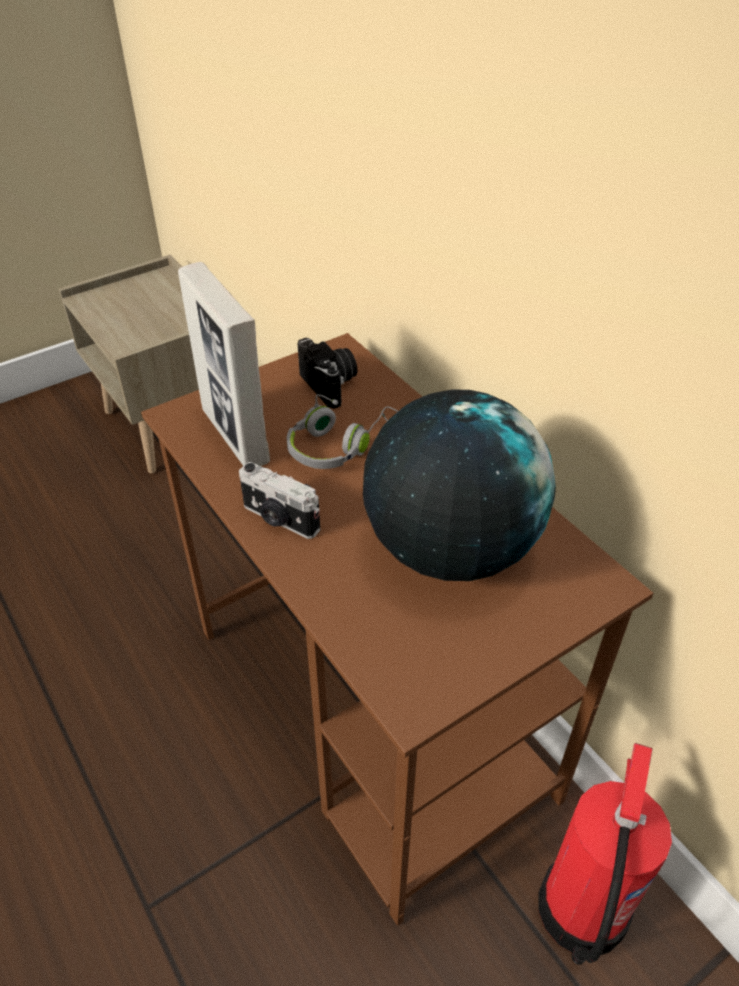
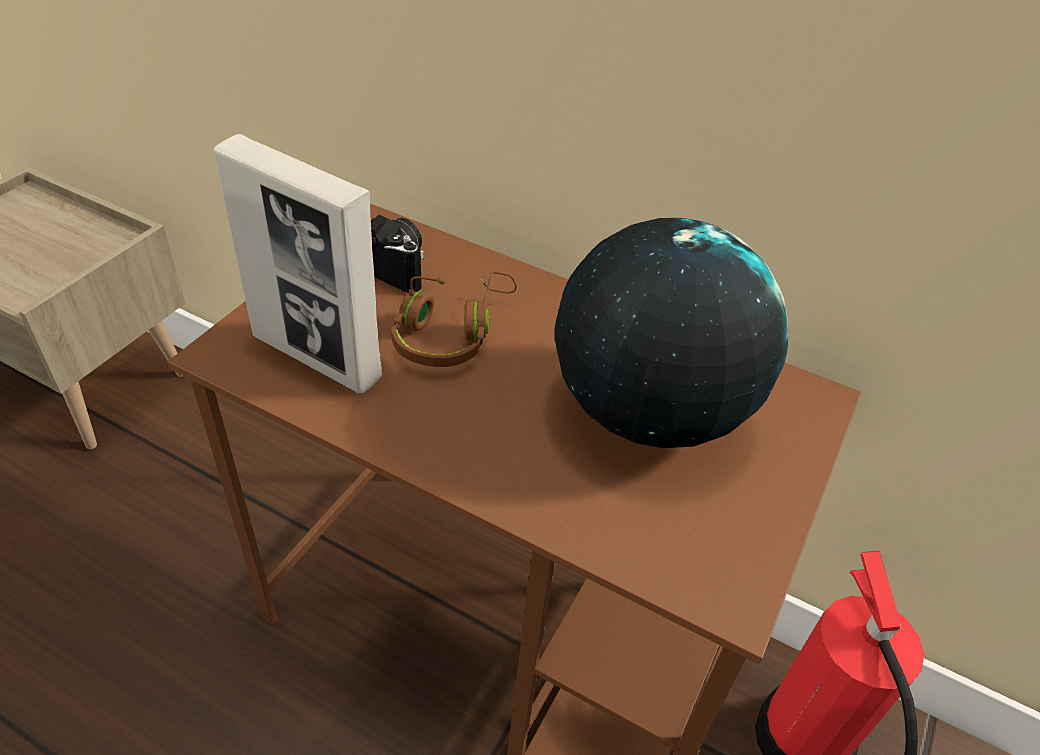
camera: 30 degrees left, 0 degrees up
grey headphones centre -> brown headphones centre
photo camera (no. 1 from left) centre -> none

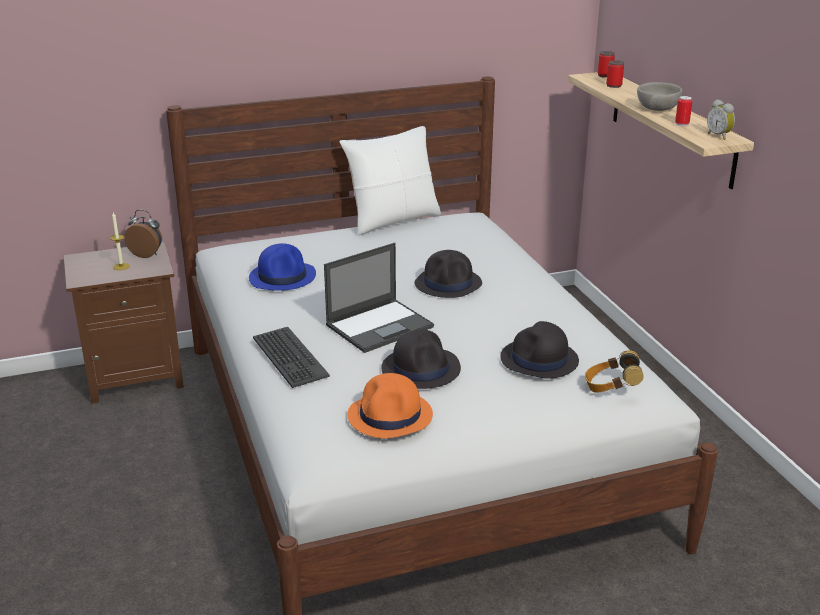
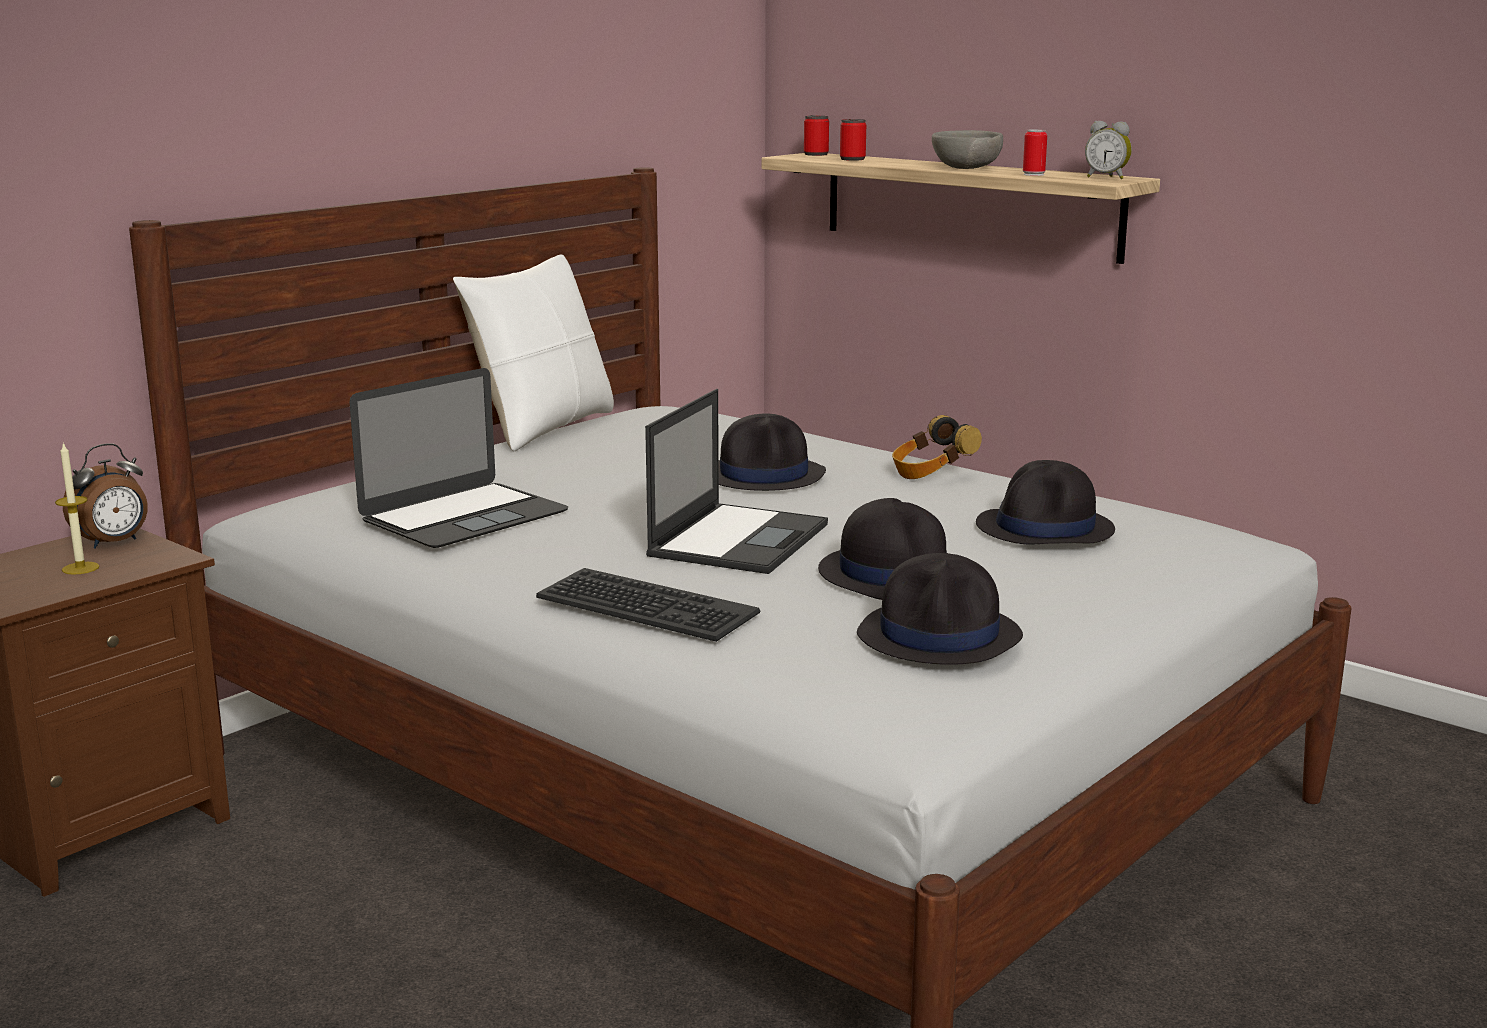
camera: 30 degrees left, 10 degrees down
alarm clock (no. 1 from left) middle left, 150 degrees clockwise
blue hat centre -> laptop (no. 1 from left) middle left
headphones middle right -> headphones centre, shifted
orange hat centre -> black hat (no. 3 from left) centre

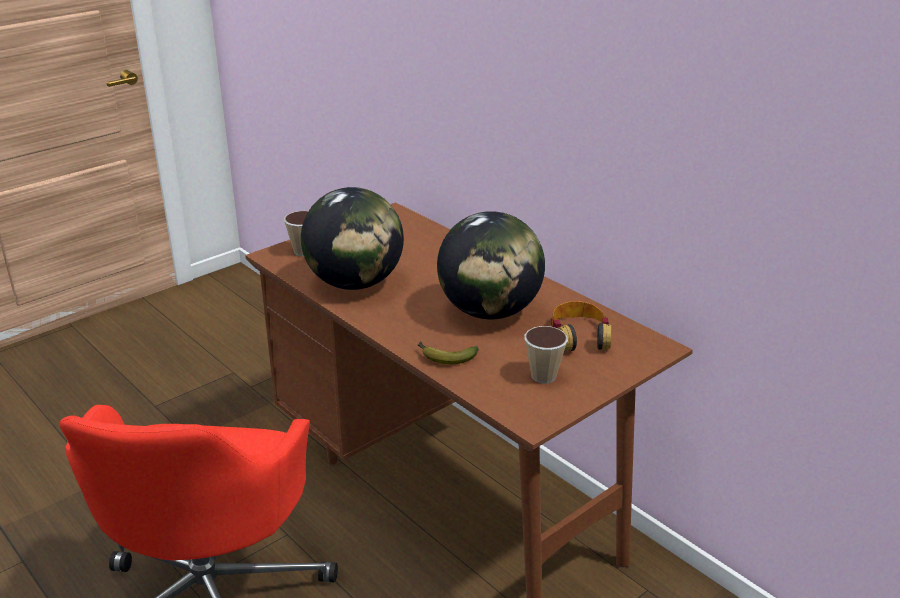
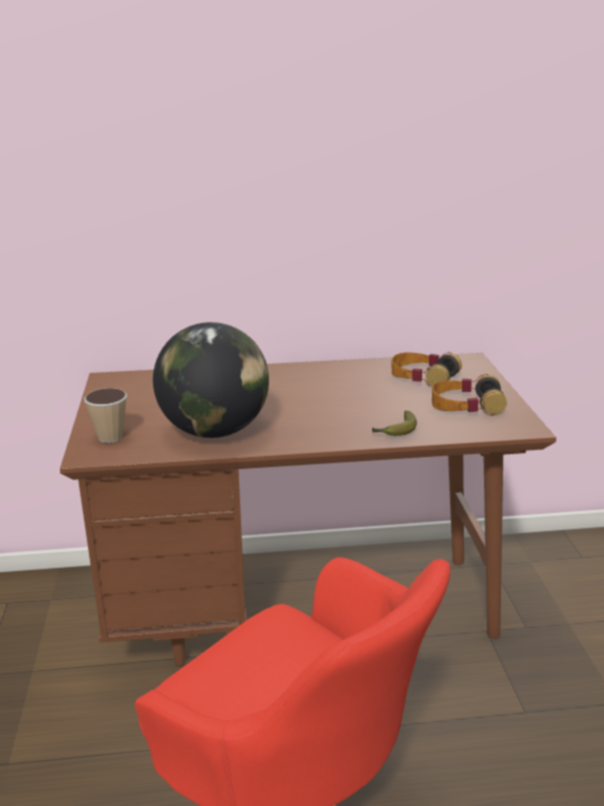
camera: 55 degrees left, 5 degrees down
globe (no. 2 from left) centre -> none
cup (no. 2 from left) centre -> headphones (no. 2 from left) middle right

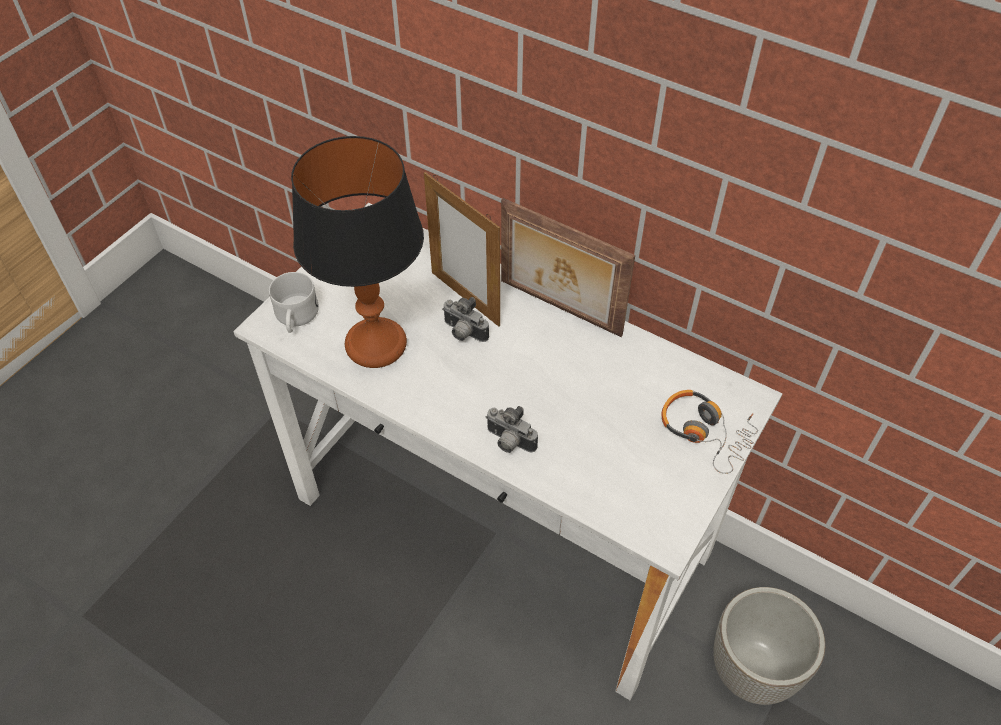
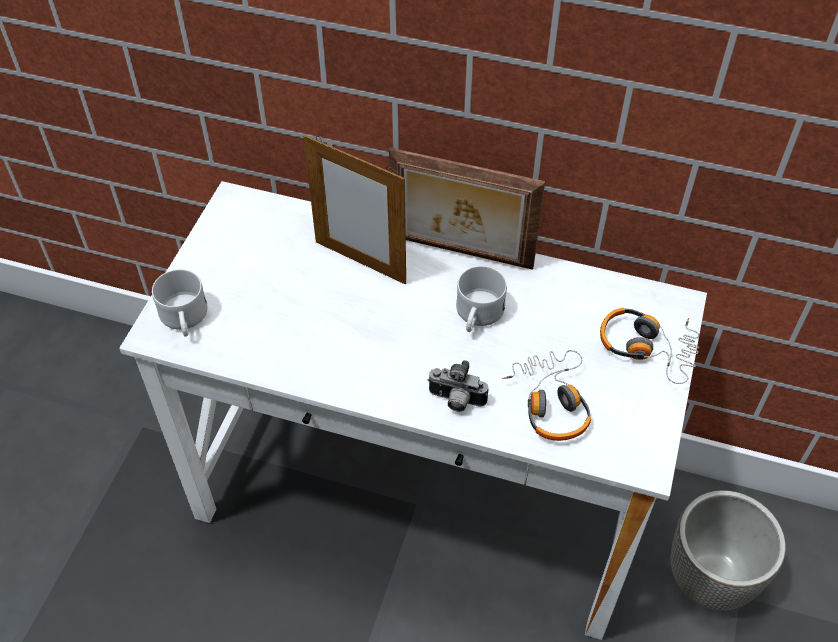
camera: 15 degrees left, 0 degrees up
table lamp centre -> none
photo camera (no. 1 from left) centre -> none
none -> white mug (no. 2 from left) centre
none -> headphones (no. 1 from left) centre

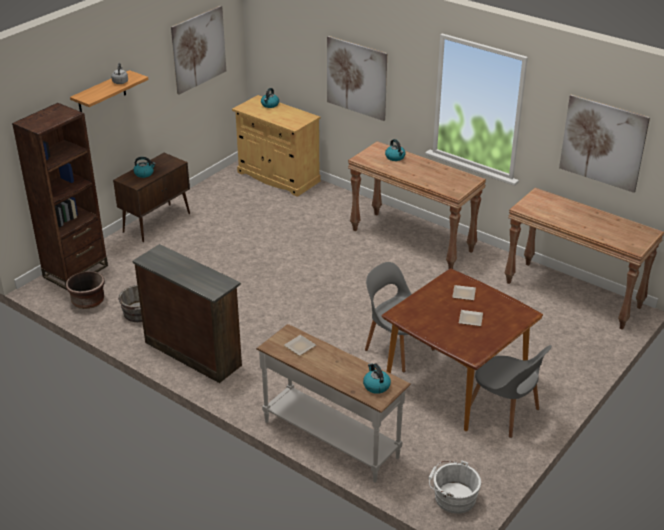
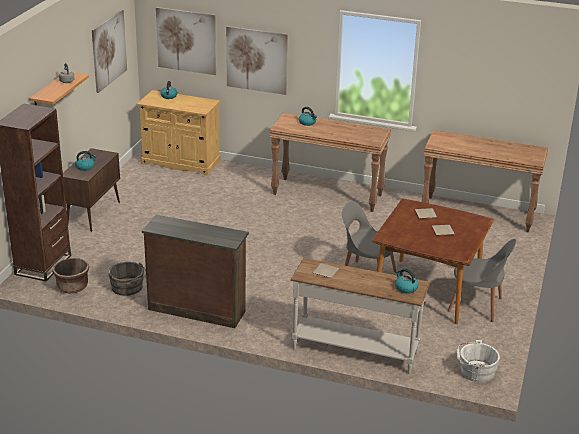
camera: 20 degrees left, 5 degrees down
picture (no. 3 from left in the first image) top right -> picture (no. 2 from left) top left, shifted

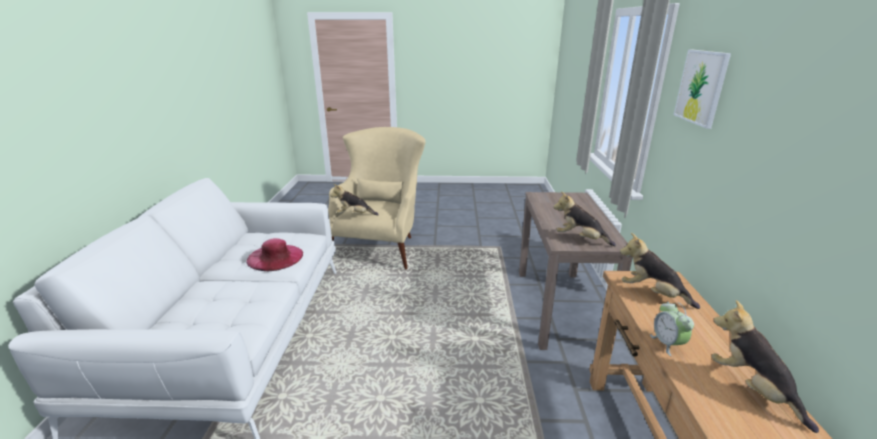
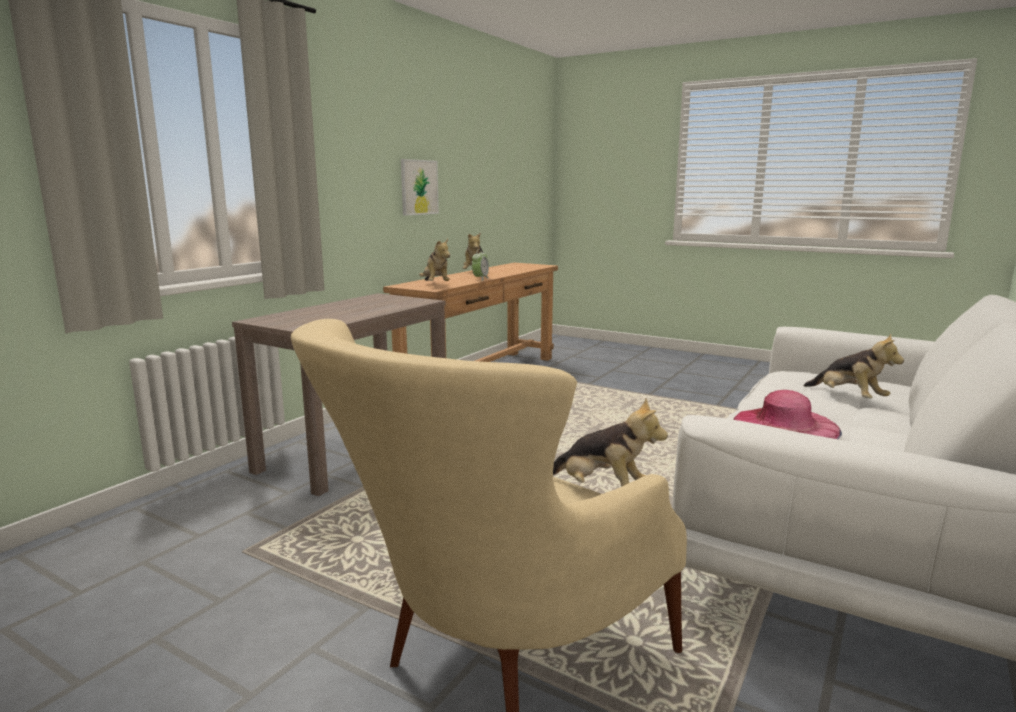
camera: 150 degrees left, 10 degrees down
picture top right -> picture top centre, shifted
plush toy (no. 2 from left in the first image) centre -> plush toy (no. 4 from left) middle right, shifted

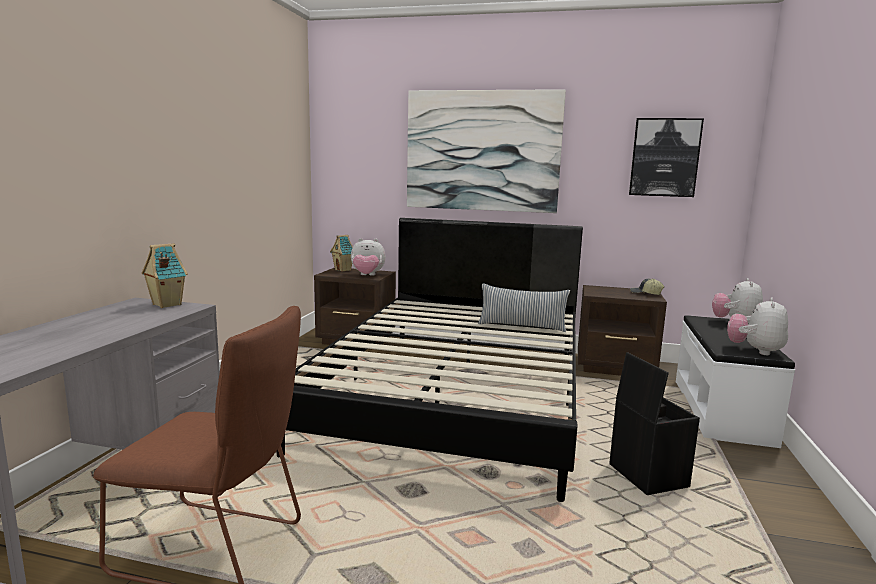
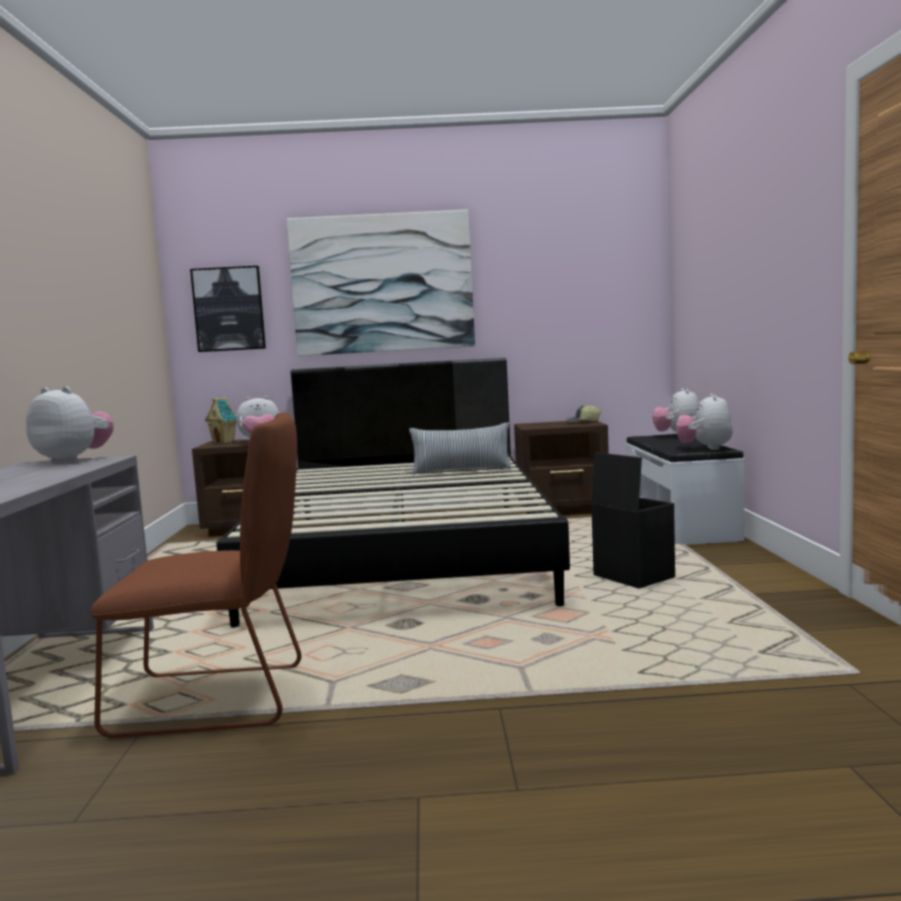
camera: 15 degrees left, 5 degrees down
picture (no. 2 from left in the first image) top right -> picture (no. 1 from left) middle left, shifted
toy house (no. 1 from left) middle left -> plush toy (no. 1 from left) middle left

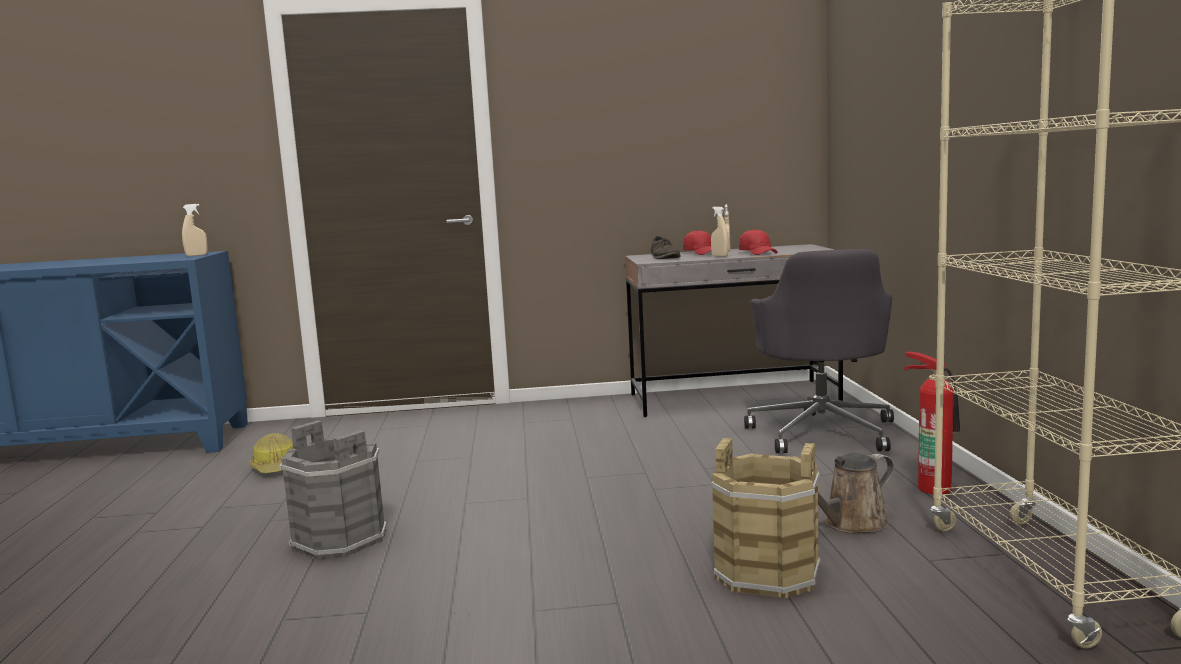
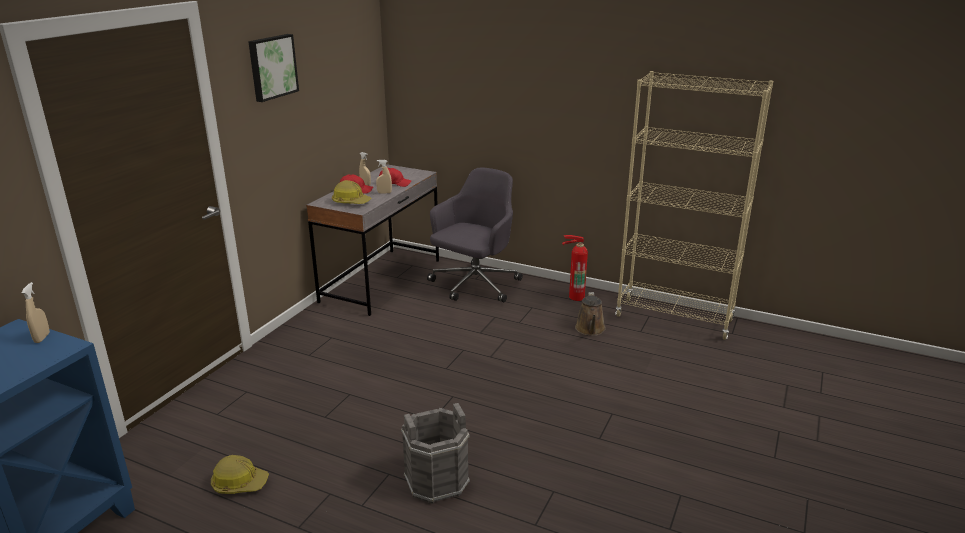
camera: 60 degrees left, 15 degrees up
brown shoe centre -> hard hat (no. 2 from left) centre
grey office chair middle right -> grey office chair centre, 90 degrees counterclockwise
brown bucket bottom centre -> none
none -> picture top left

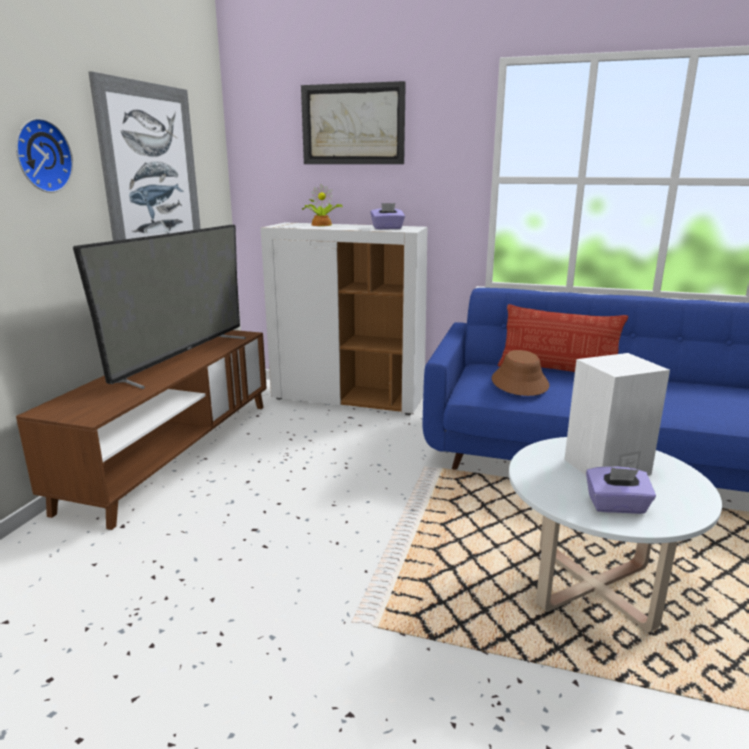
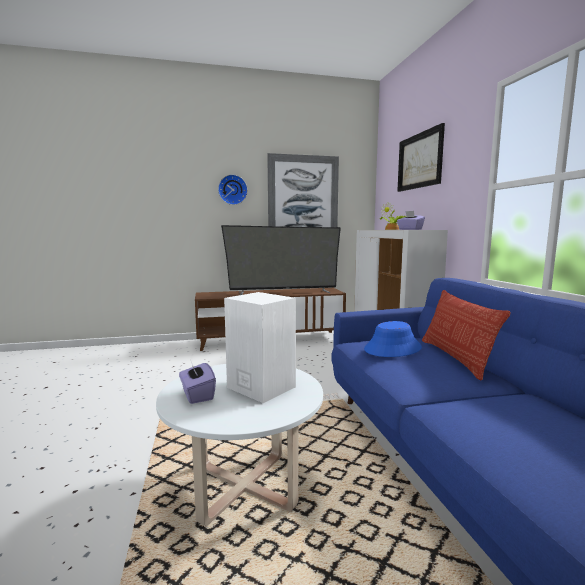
camera: 60 degrees right, 10 degrees down
brown hat middle right -> blue hat middle right

